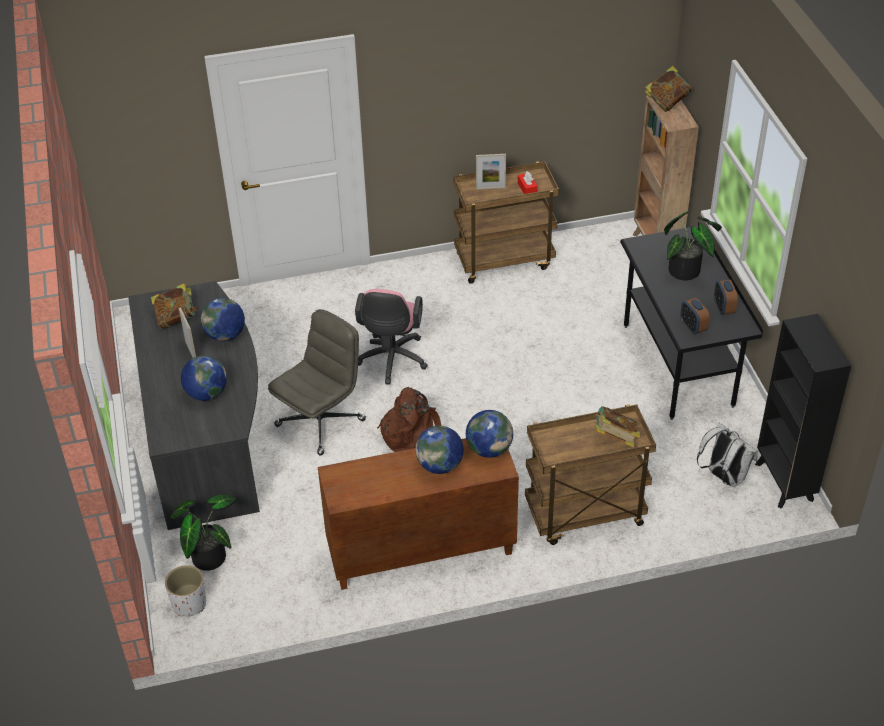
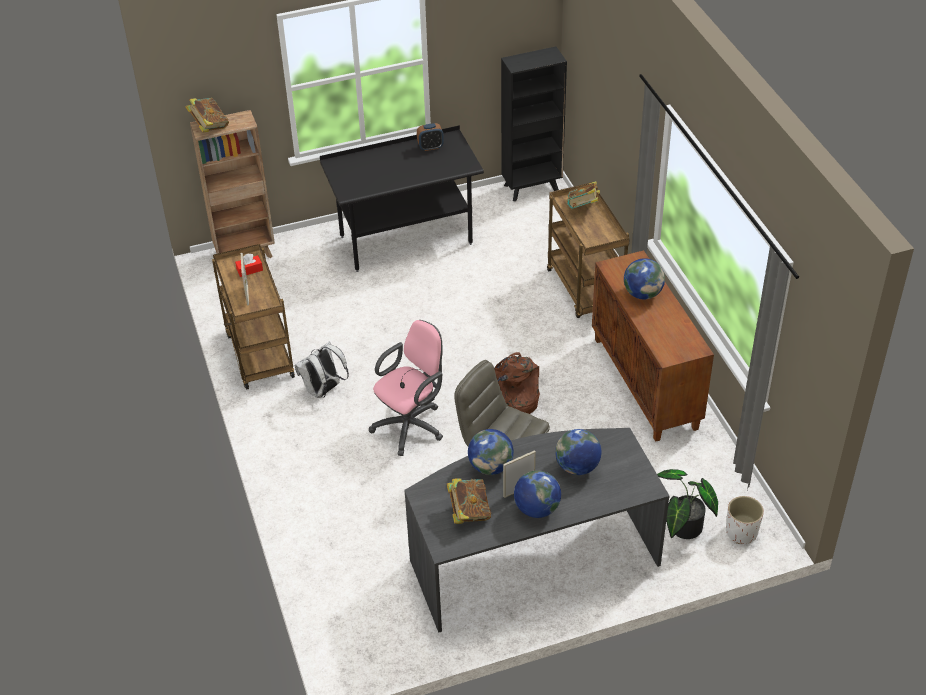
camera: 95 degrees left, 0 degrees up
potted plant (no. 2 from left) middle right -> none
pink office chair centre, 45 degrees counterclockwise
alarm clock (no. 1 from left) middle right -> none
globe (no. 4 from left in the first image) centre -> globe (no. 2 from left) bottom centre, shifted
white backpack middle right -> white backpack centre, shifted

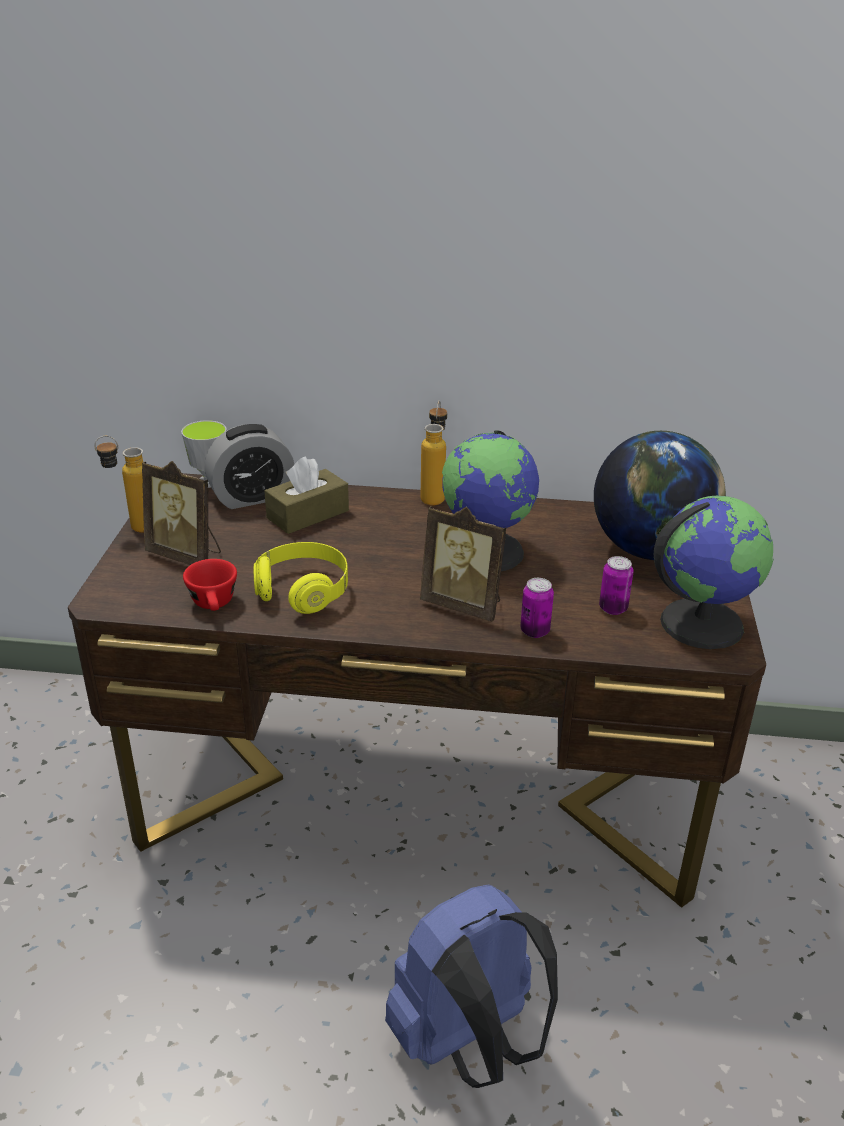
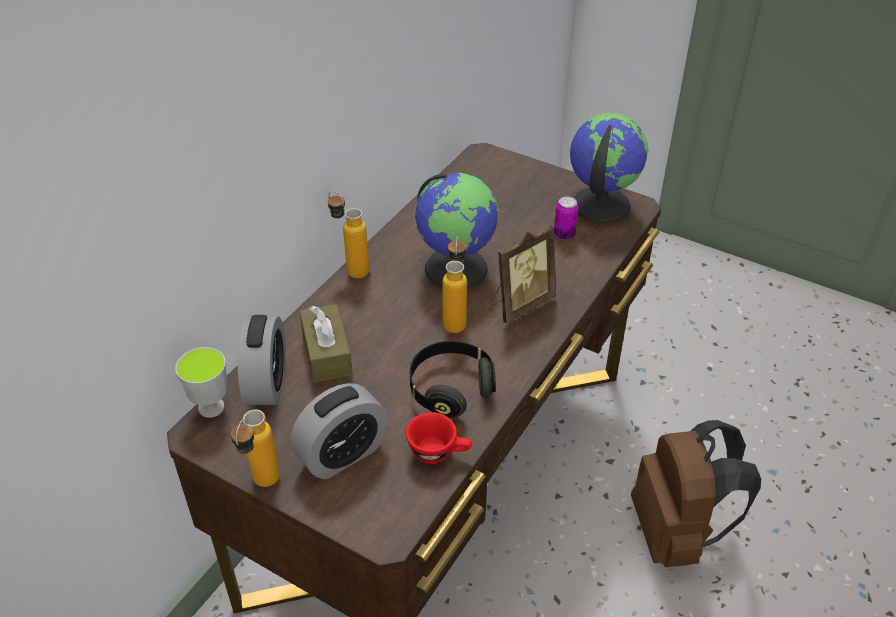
camera: 65 degrees left, 10 degrees up
globe (no. 2 from left) middle right -> none
picture frame (no. 1 from left) middle left -> alarm clock (no. 2 from left) bottom centre
yellow headphones centre -> black headphones centre
can (no. 1 from left) centre -> none
blue backpack bottom centre -> brown backpack bottom right
none -> bottle (no. 3 from left) centre

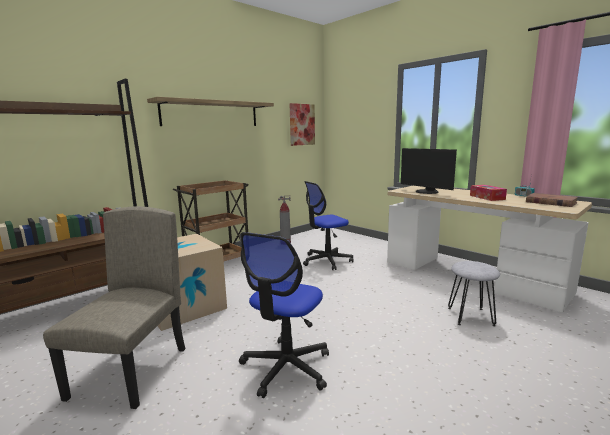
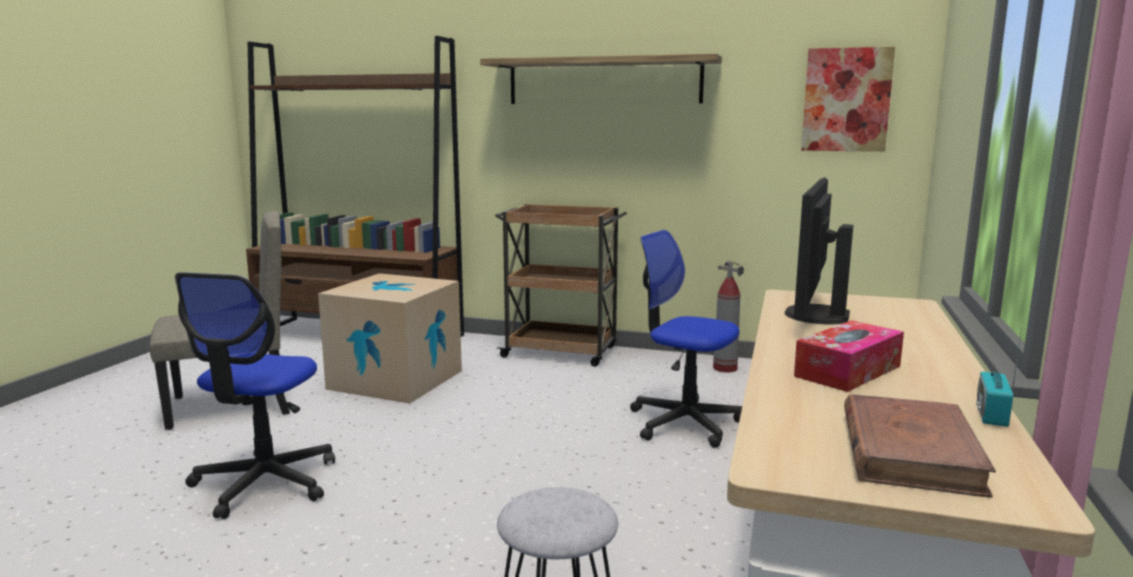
camera: 60 degrees right, 0 degrees up
office chair (no. 1 from left) bottom centre -> office chair (no. 1 from left) bottom left, 75 degrees counterclockwise

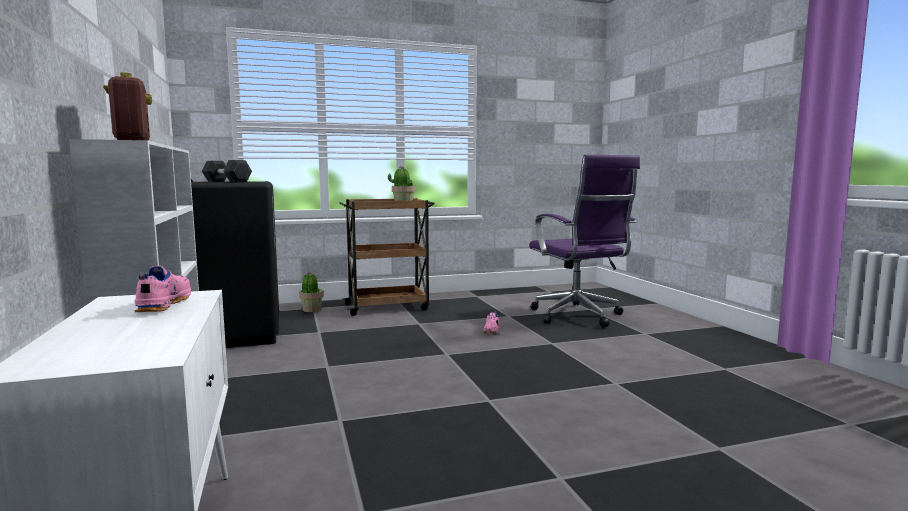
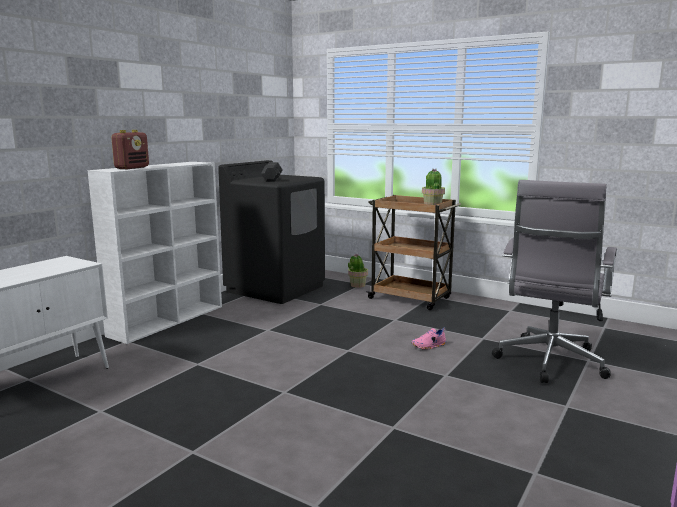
camera: 50 degrees right, 5 degrees up
purple office chair centre -> grey office chair middle right
pink shoe (no. 1 from left) middle left -> none

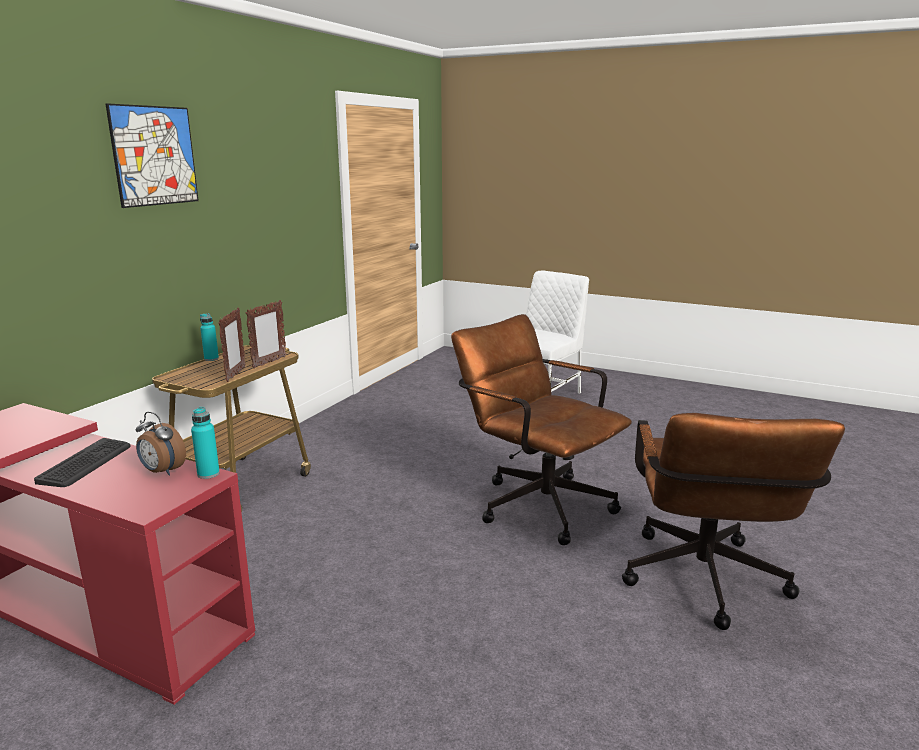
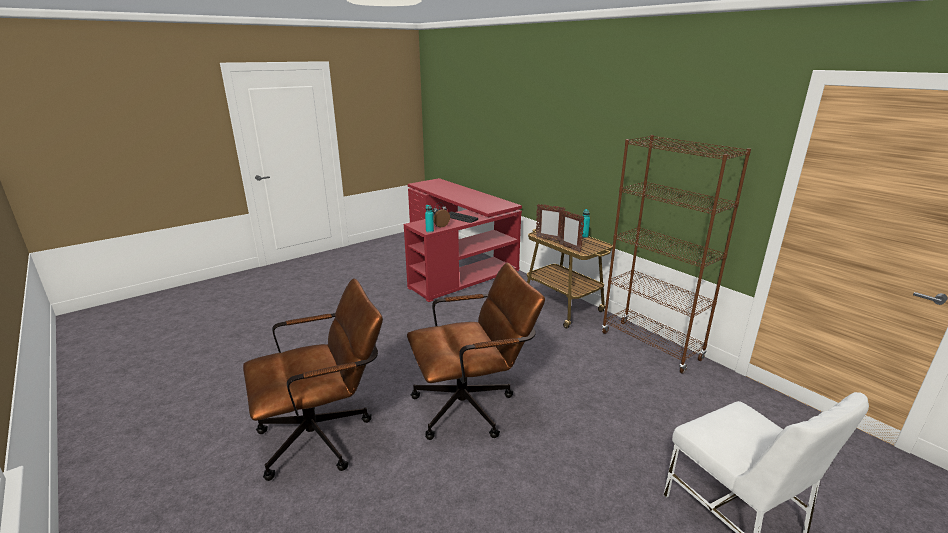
camera: 115 degrees right, 5 degrees up
picture top left -> none
brown office chair (no. 2 from left in the first image) bottom right -> brown office chair (no. 1 from left) bottom left, 120 degrees clockwise
none -> brown bookcase middle right

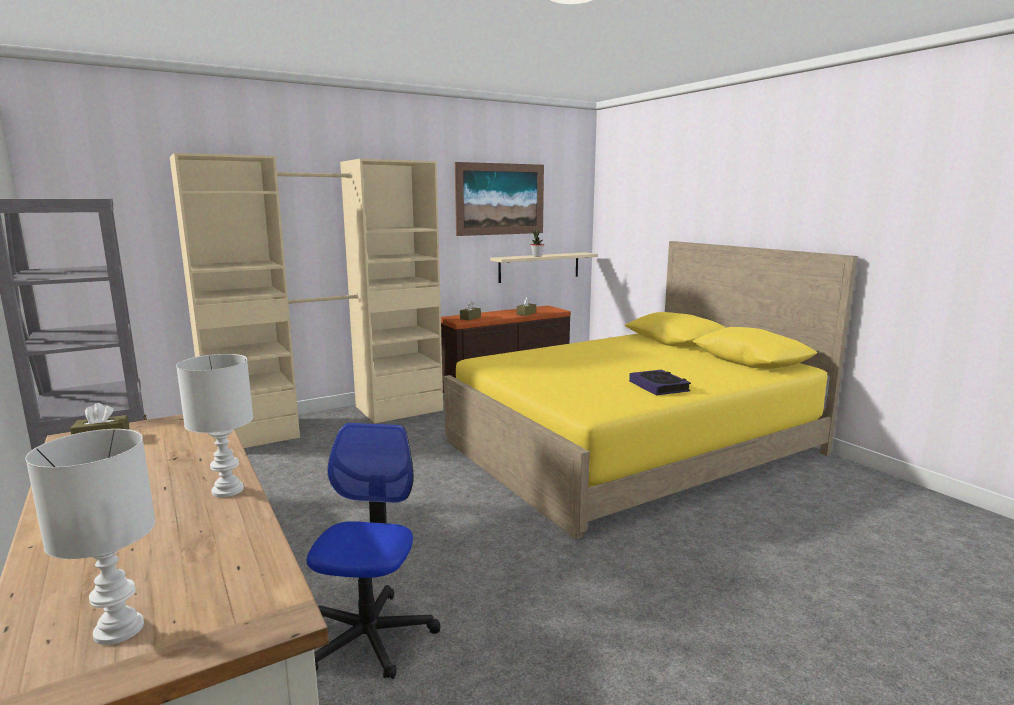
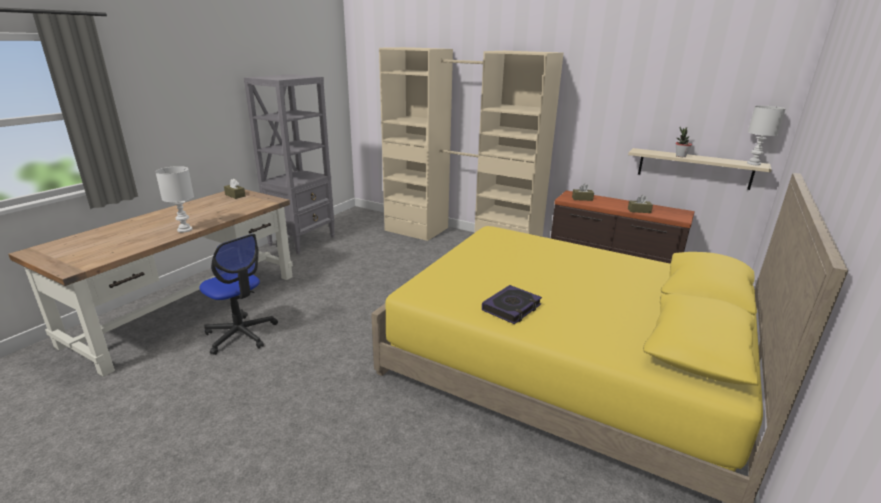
camera: 60 degrees right, 10 degrees up
picture top centre -> none
office chair bottom centre -> office chair middle left, 60 degrees clockwise
white table lamp (no. 1 from left in the first image) bottom left -> white table lamp (no. 2 from left) top right, shifted

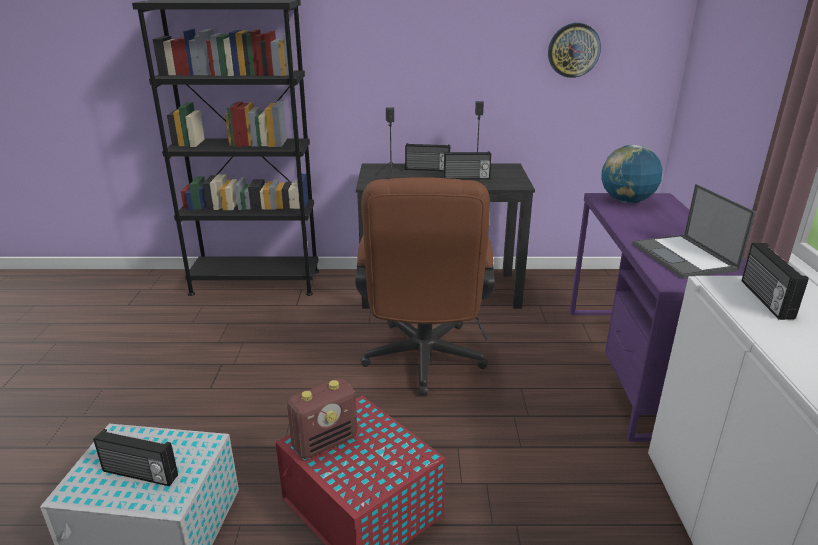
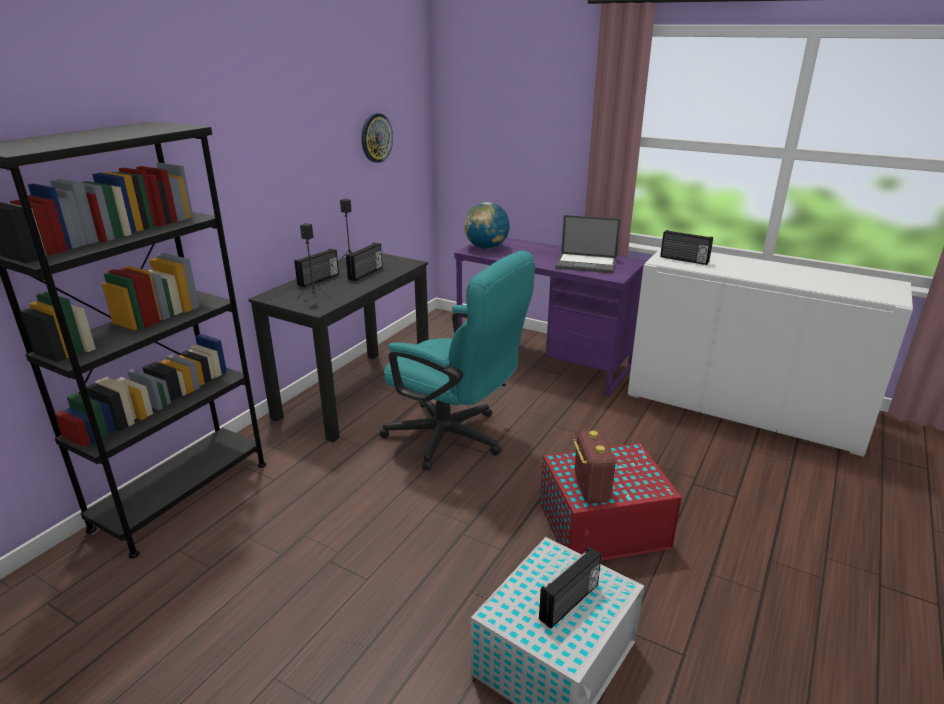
camera: 60 degrees left, 0 degrees up
brown office chair centre -> turquoise office chair centre

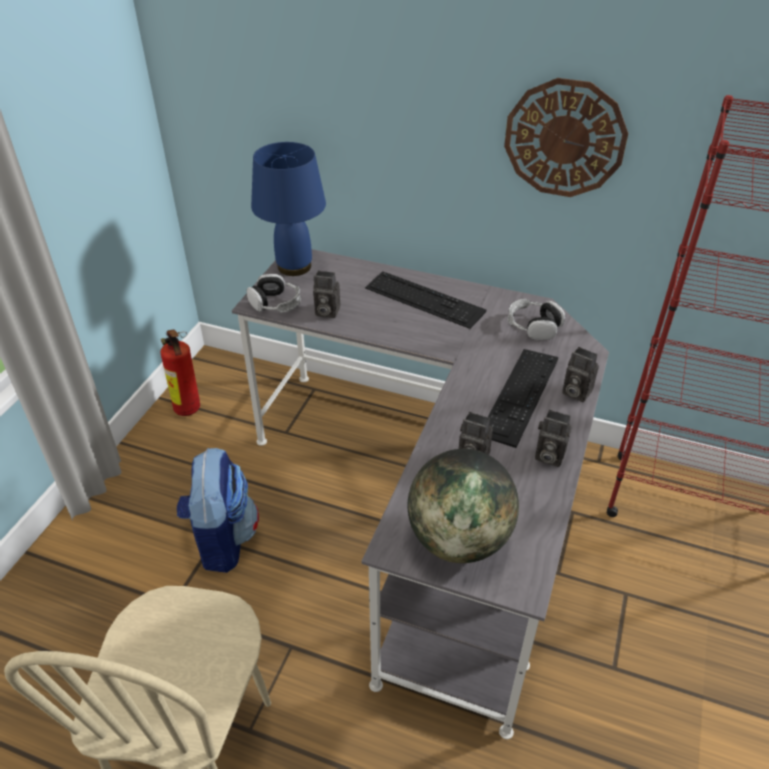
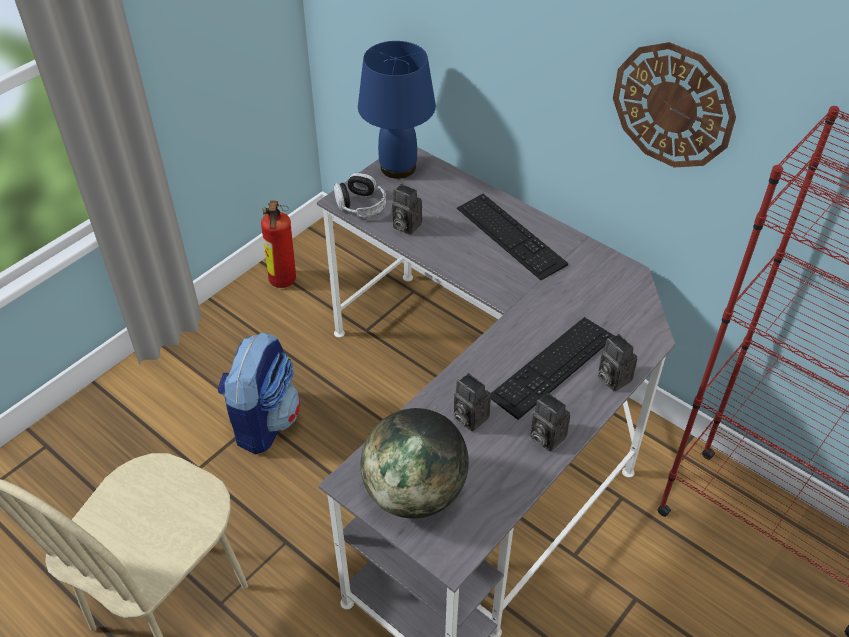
camera: 20 degrees right, 5 degrees up
headphones (no. 2 from left) middle right -> none

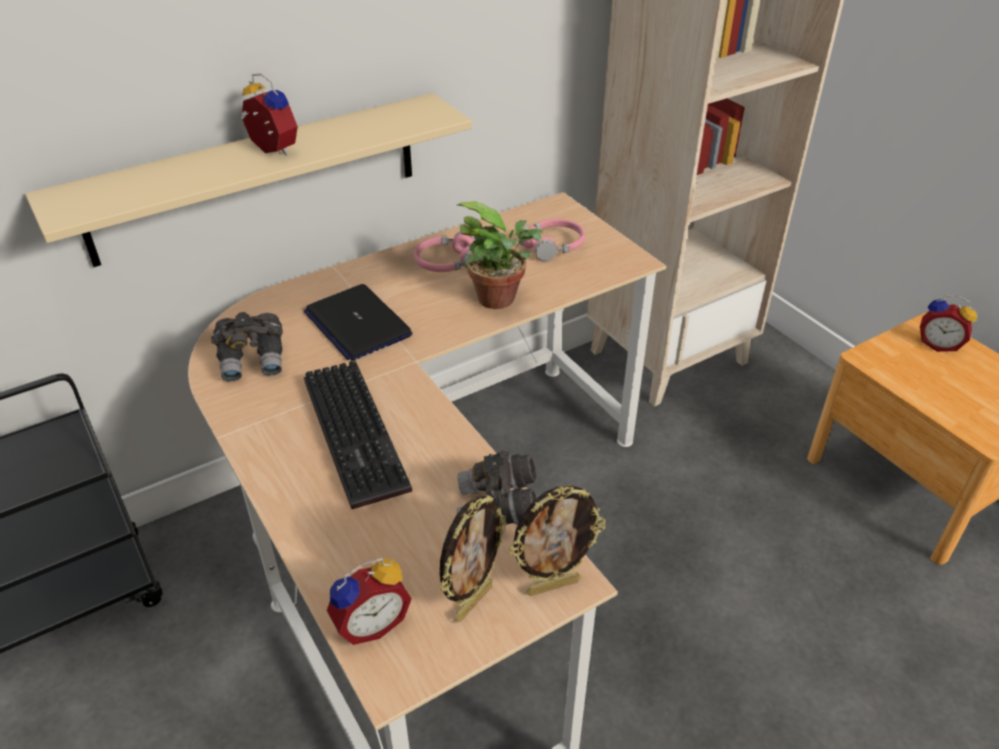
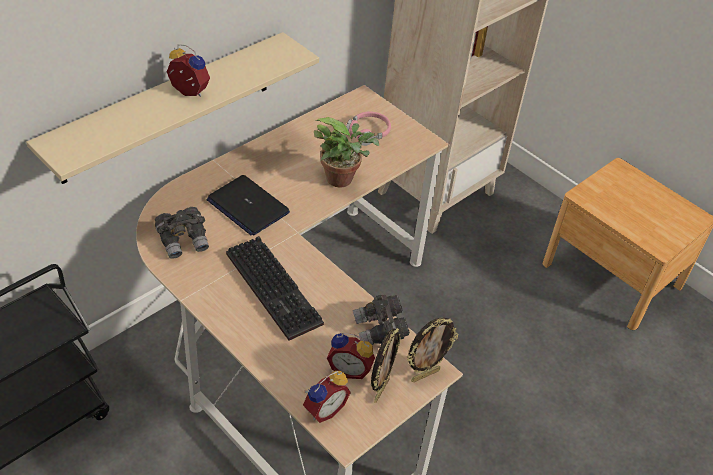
camera: 15 degrees left, 5 degrees up
pink headphones (no. 1 from left) centre -> none
alarm clock (no. 3 from left) middle right -> alarm clock (no. 3 from left) bottom centre, shifted

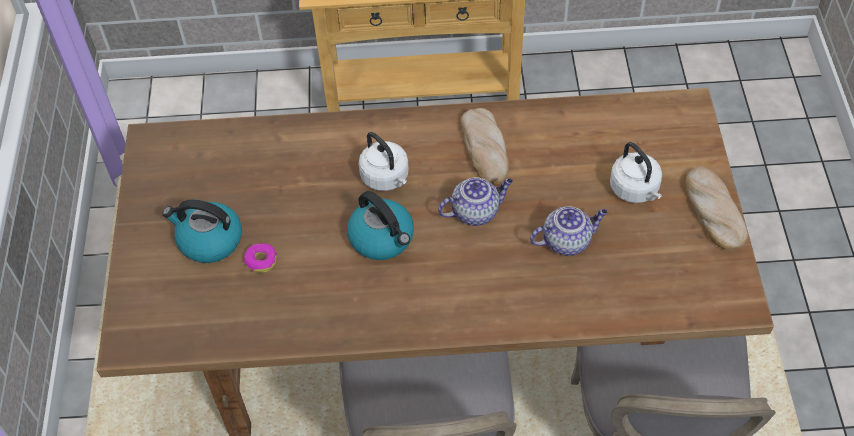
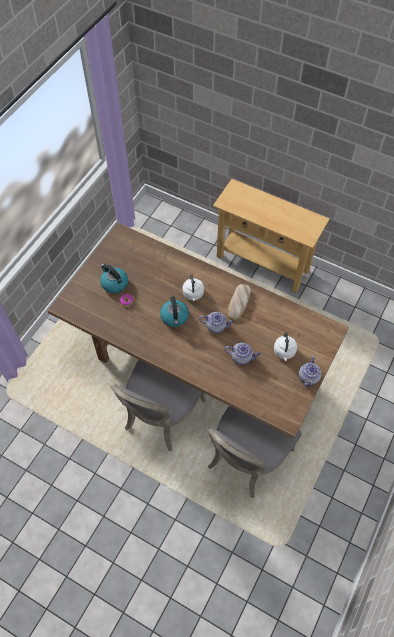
camera: 30 degrees right, 5 degrees up
bread (no. 2 from left) middle right -> teapot (no. 3 from left) middle right

